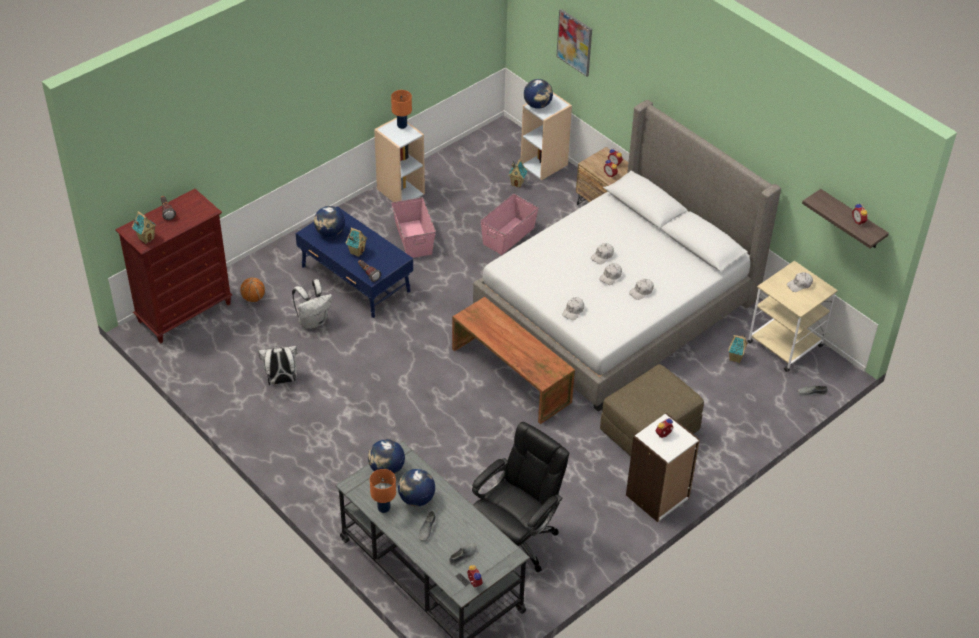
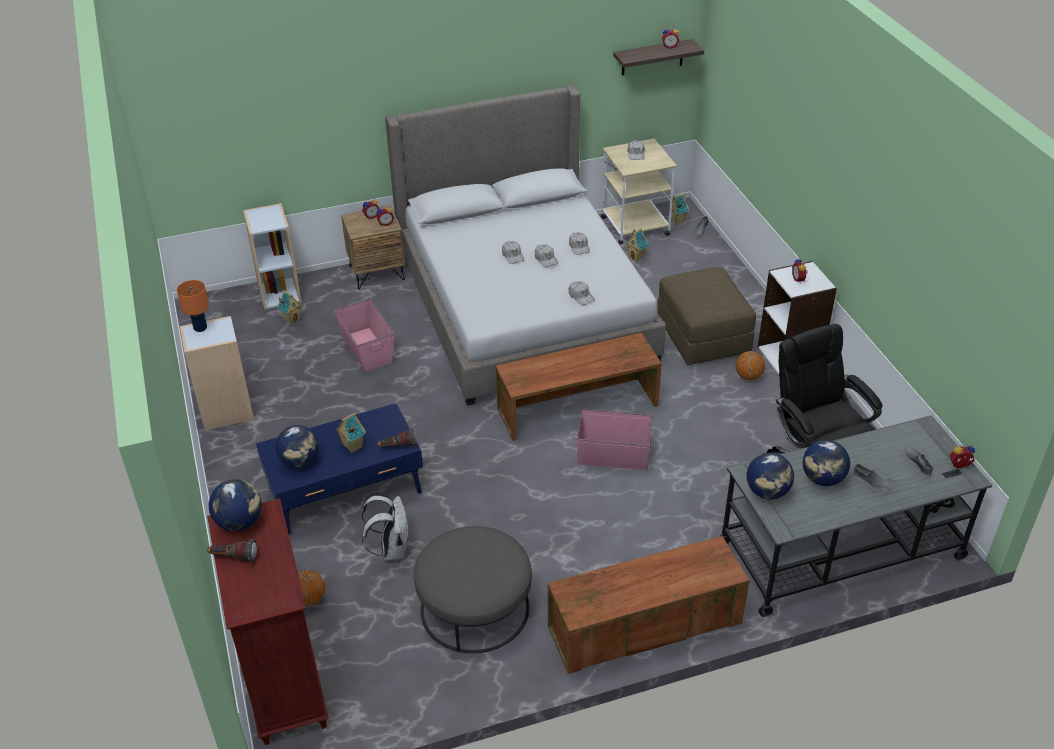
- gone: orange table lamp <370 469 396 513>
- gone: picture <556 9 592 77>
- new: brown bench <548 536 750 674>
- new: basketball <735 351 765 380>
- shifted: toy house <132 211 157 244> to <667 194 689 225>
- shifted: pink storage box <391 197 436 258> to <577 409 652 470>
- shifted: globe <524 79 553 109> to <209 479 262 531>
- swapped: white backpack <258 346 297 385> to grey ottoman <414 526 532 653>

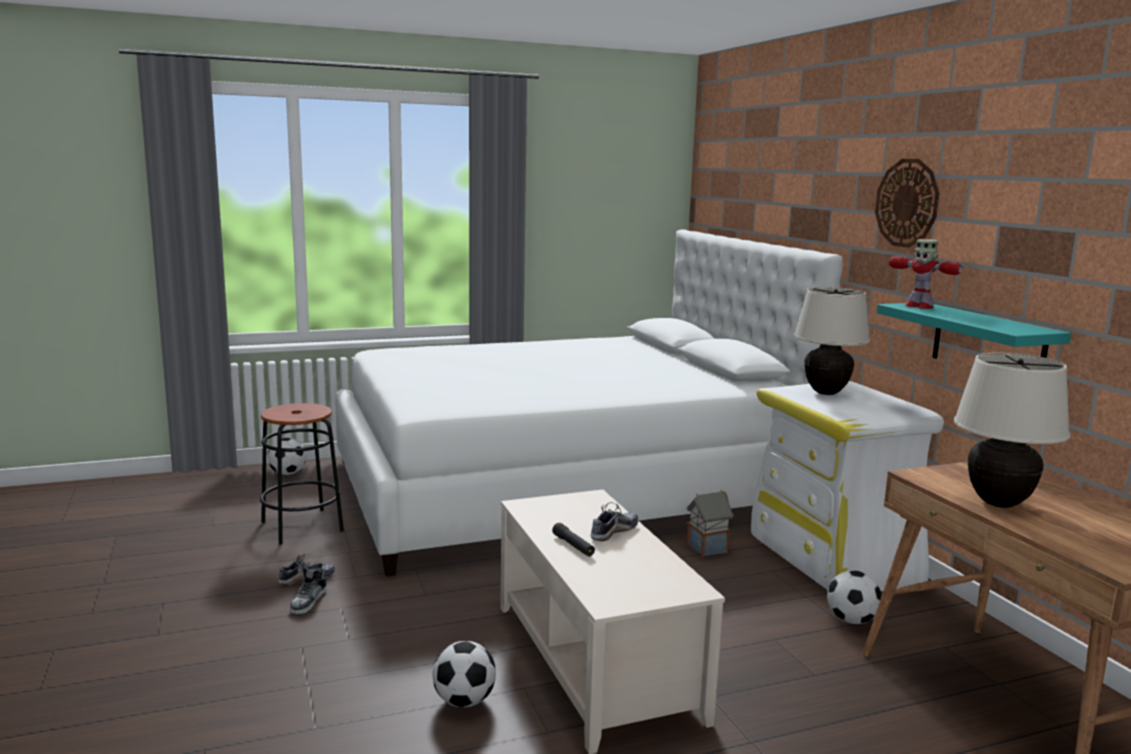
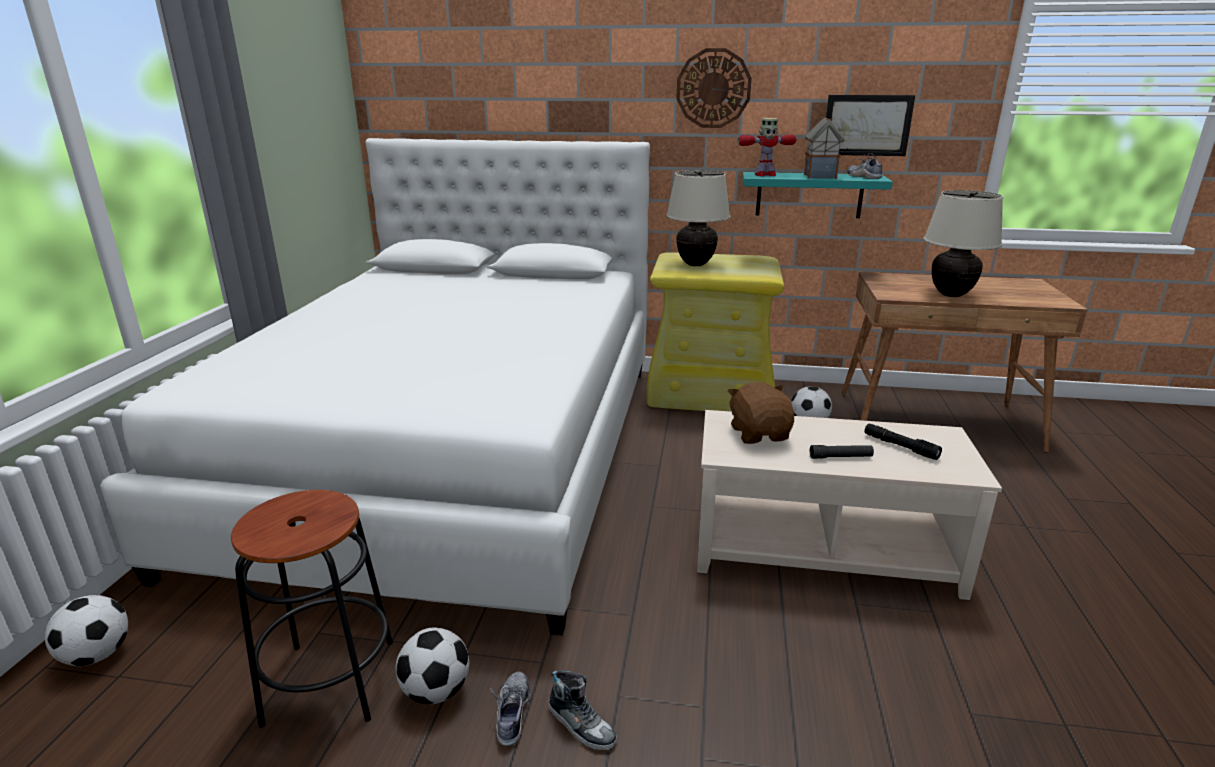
- new: brown plush toy <728 382 794 444>
- new: picture <826 95 915 156>
- new: black flashlight <865 424 942 460>
- shifted: football <433 641 496 707> to <396 628 469 704>
- shifted: shoe <590 502 638 541> to <847 153 882 179>
- shifted: toy house <686 490 734 557> to <804 117 845 179>
- repainted: white nightstand <751 381 944 591> to yellow nightstand <647 252 784 412>

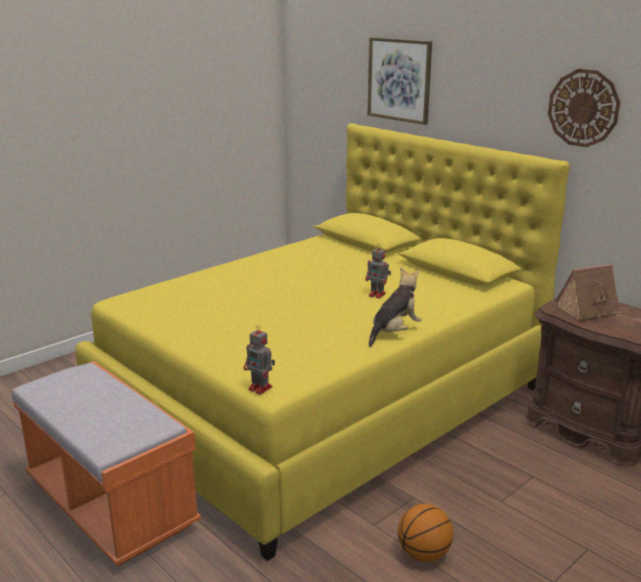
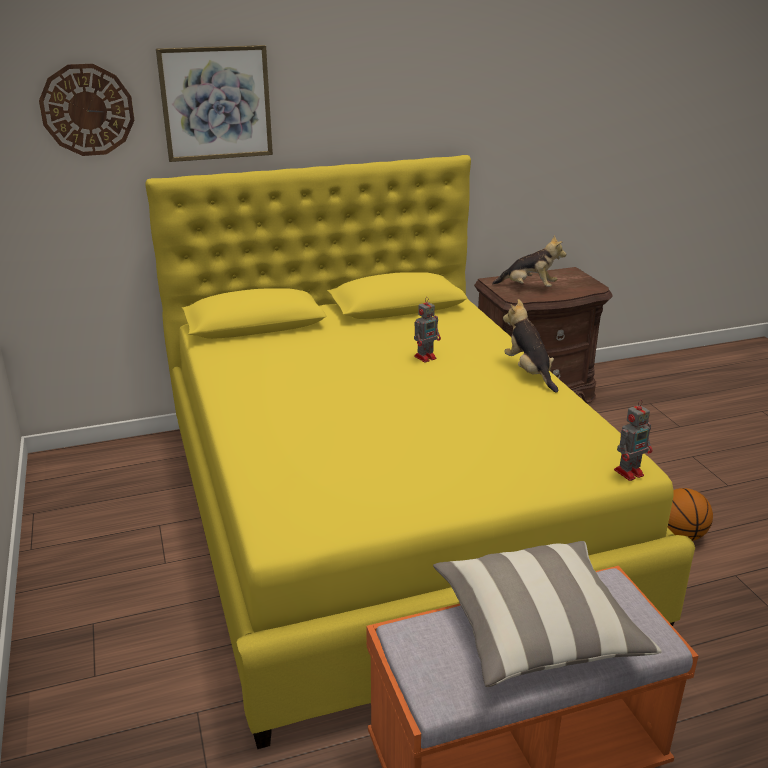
- new: pillow <433 541 662 687>
- shifted: wall clock <548 69 620 147> to <39 64 135 156>
- swapped: toy house <555 264 624 321> to plush toy <492 235 566 287>

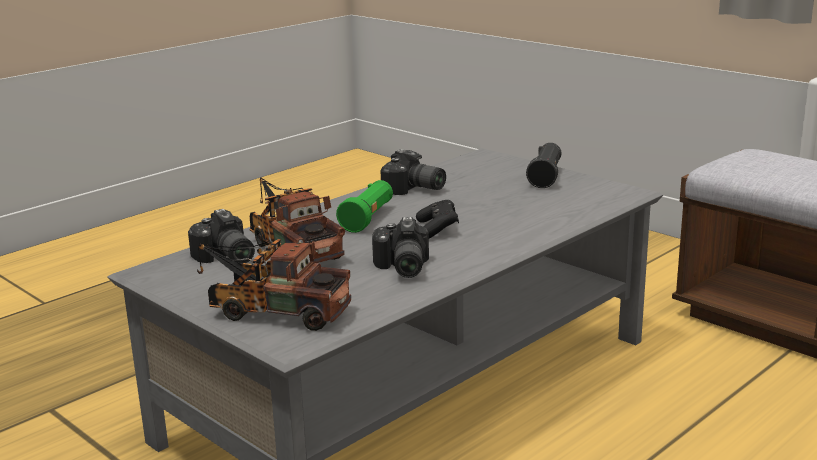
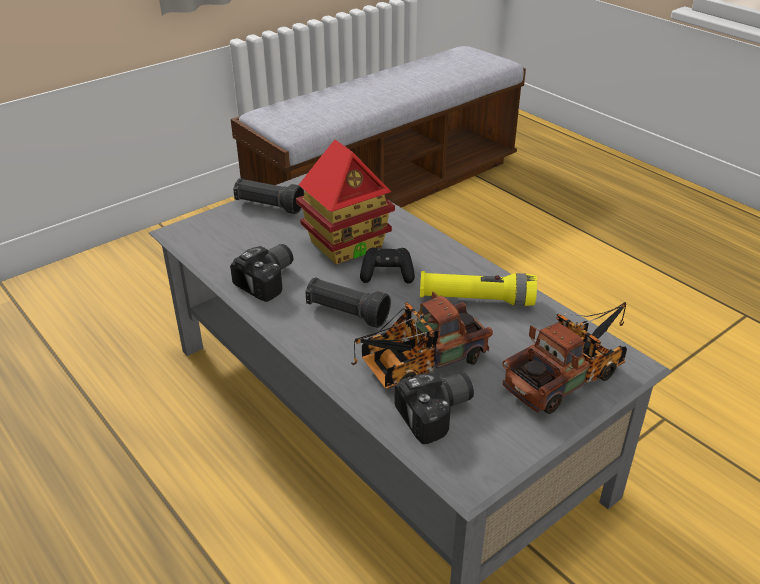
- new: toy house <296 140 395 265>
- swapped: photo camera <372 217 429 278> to yellow flashlight <420 271 537 306>
- repainted: green flashlight <336 180 393 233> to black flashlight <305 278 391 328>
- rotated: toy truck <197 239 351 331> = <502 302 627 414> 150 degrees counterclockwise

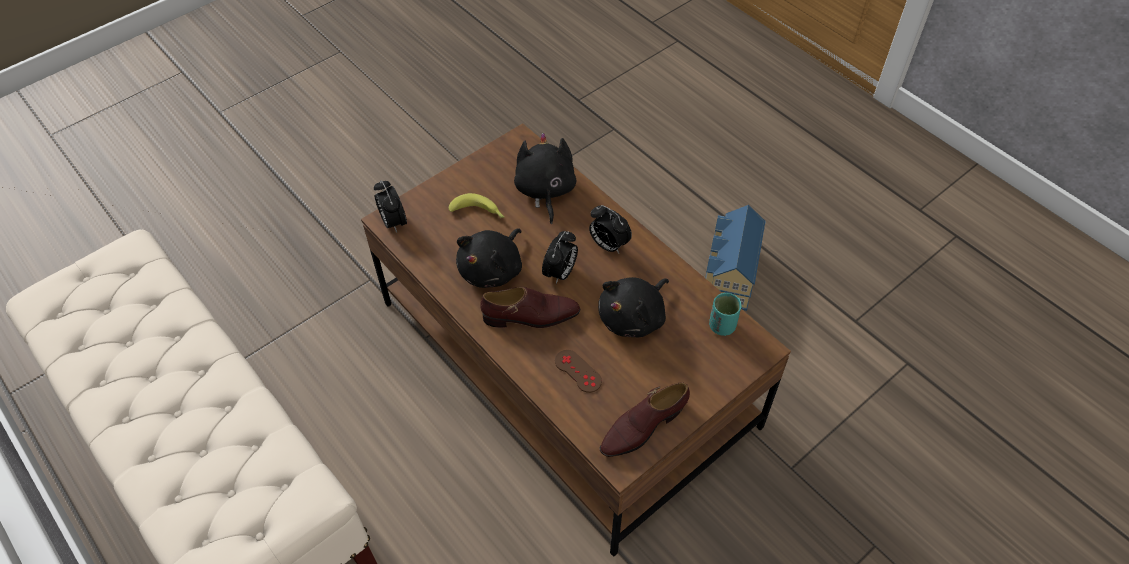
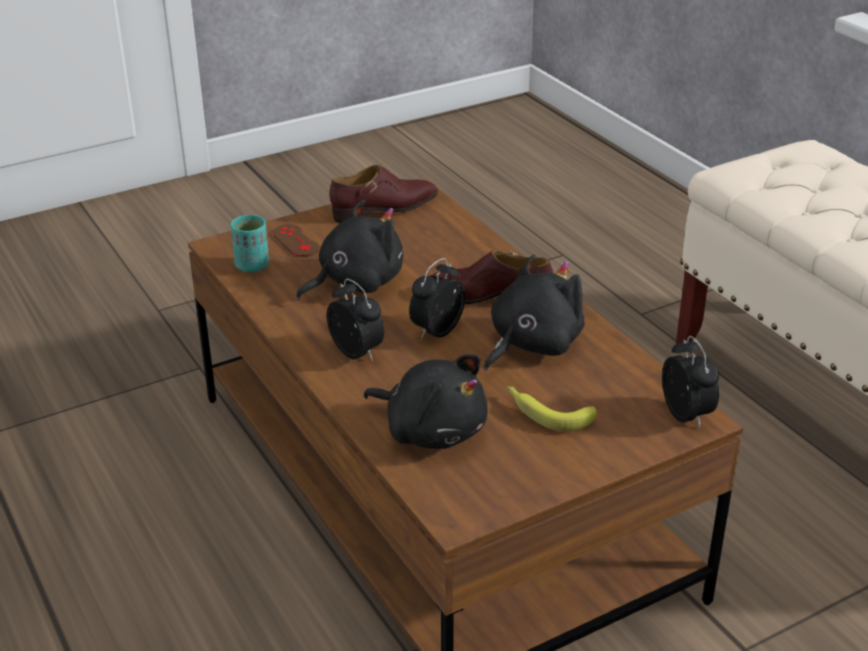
- gone: toy house <705 205 766 311>
- shifted: brown game controller <555 350 602 393> to <273 224 320 257>
- rotated: black plush toy <514 133 577 224> = <363 354 488 449> 60 degrees counterclockwise

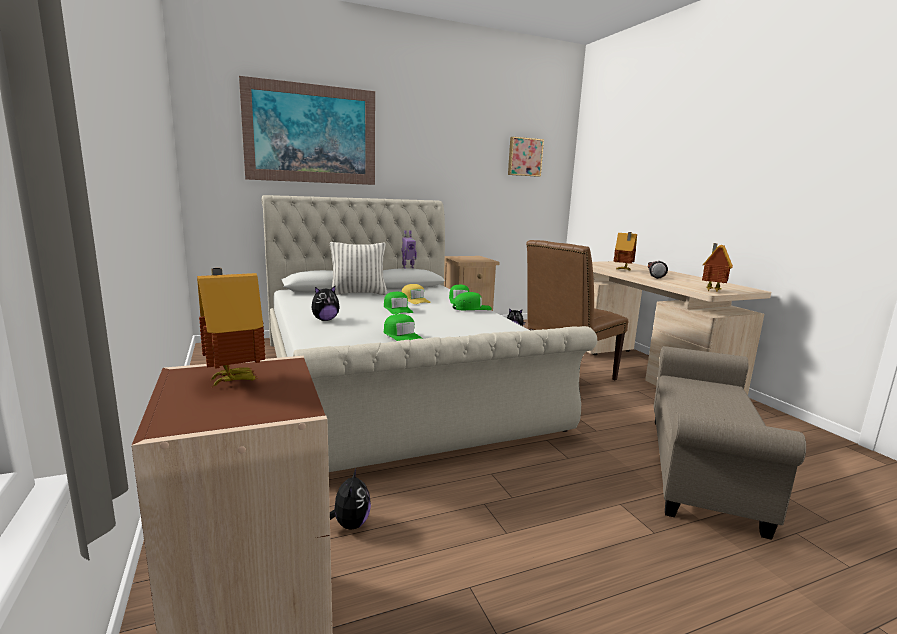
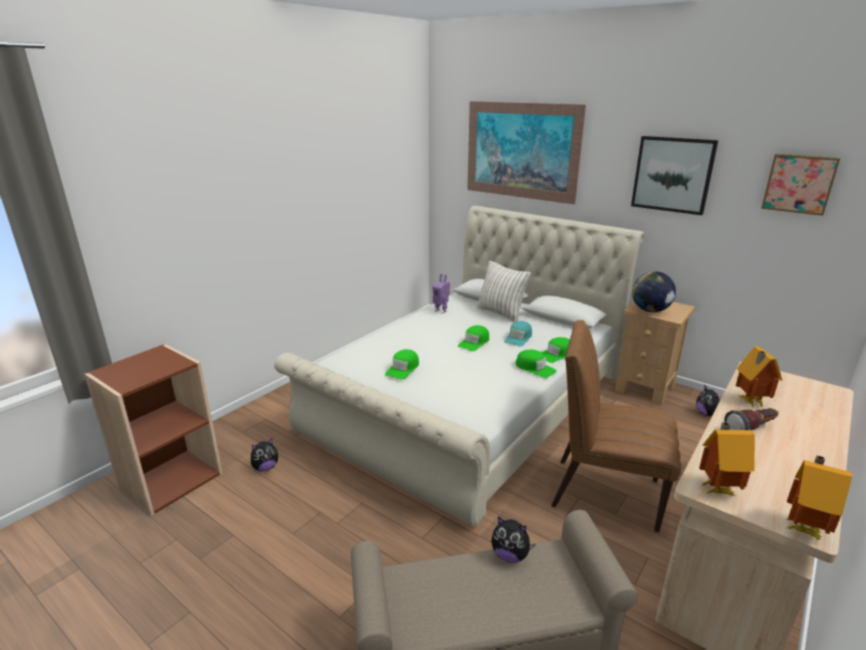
- new: picture <631 136 718 215>
- new: globe <632 271 676 312>
- shifted: toy house <197 268 265 387> to <786 455 852 540>
- shifted: plush toy <311 286 340 321> to <491 516 536 563>
- shifted: toy robot <401 230 417 269> to <432 274 450 314>
- repainted: yellow cap <402 284 431 304> to turquoise cap <504 321 532 347>

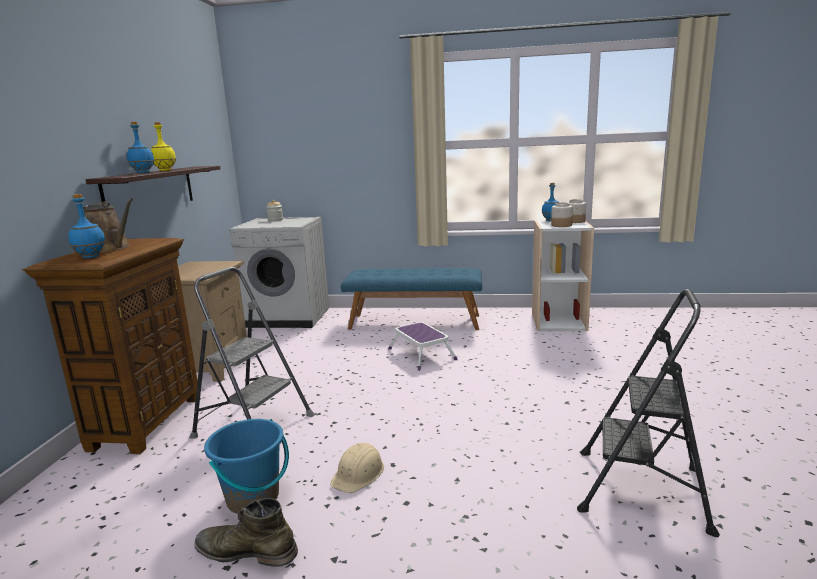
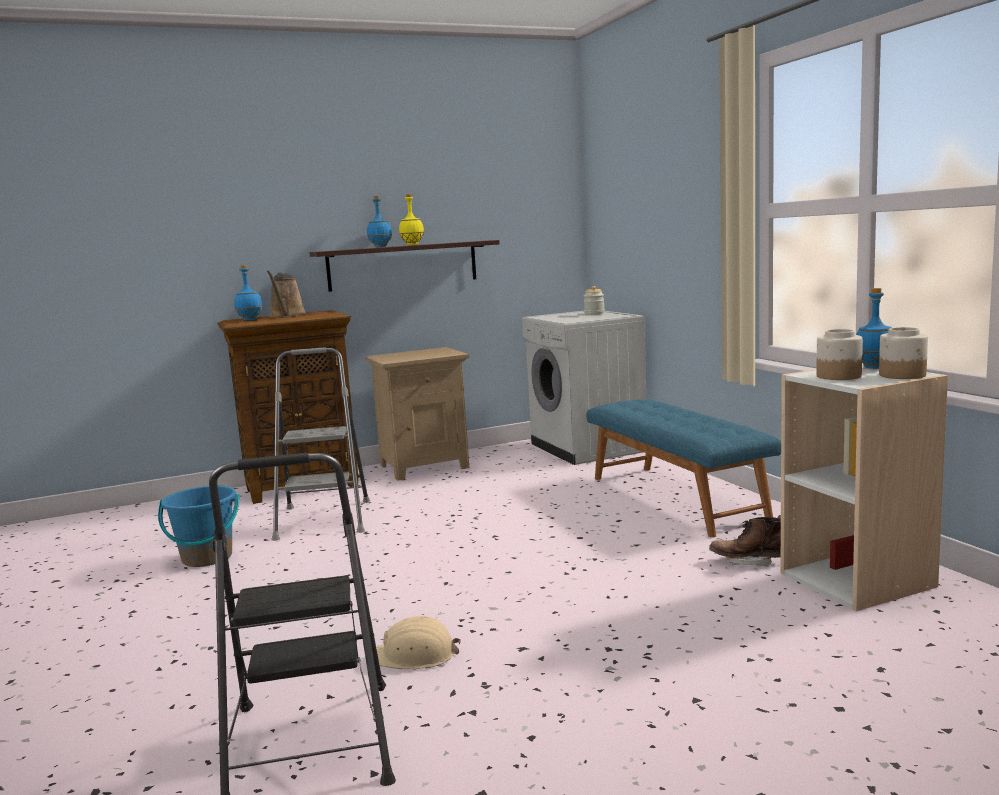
- gone: green boot <194 498 298 567>
- gone: purple step ladder <388 322 458 371>
- new: brown boot <709 515 781 567>
- shifted: beige hard hat <330 443 384 493> to <376 616 461 669>

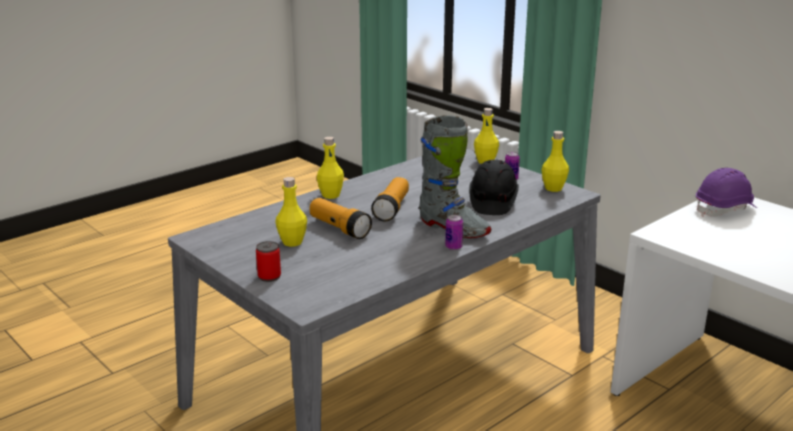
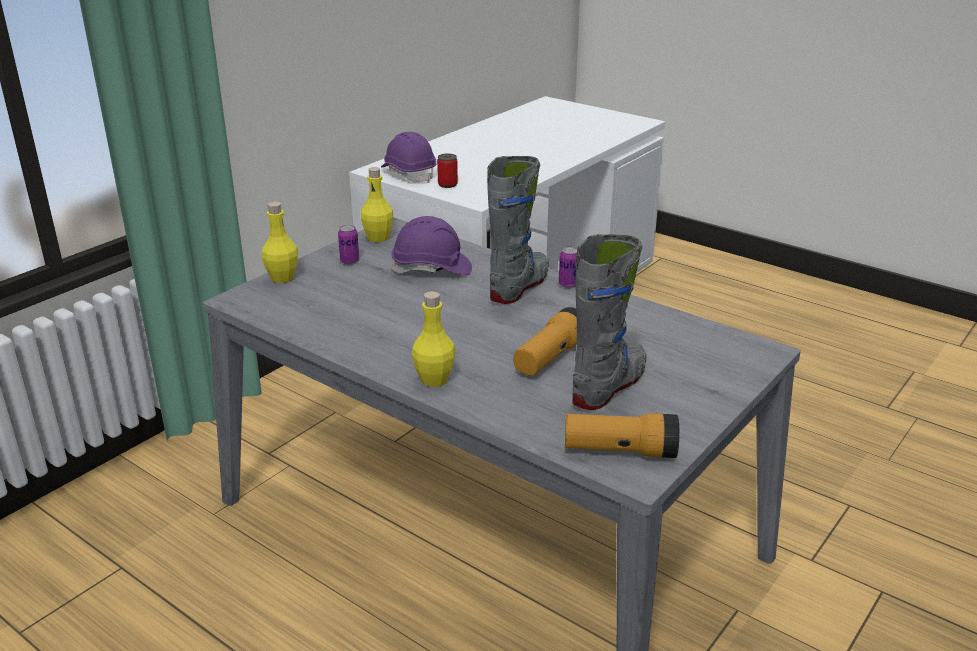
- shifted: can <256 241 281 282> to <437 154 458 188>
- shifted: flashlight <371 177 409 221> to <565 413 679 458>
- swapped: yellow bottle <275 177 307 247> to grey boot <572 234 646 410>
- repainted: black hard hat <469 160 519 215> to purple hard hat <391 216 472 275>

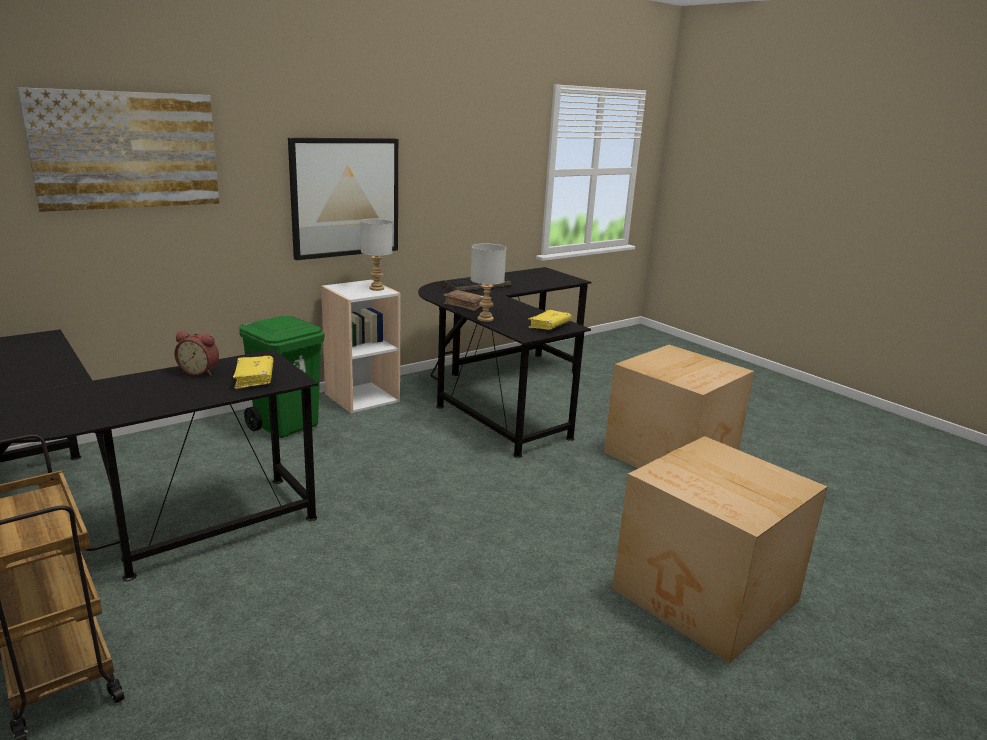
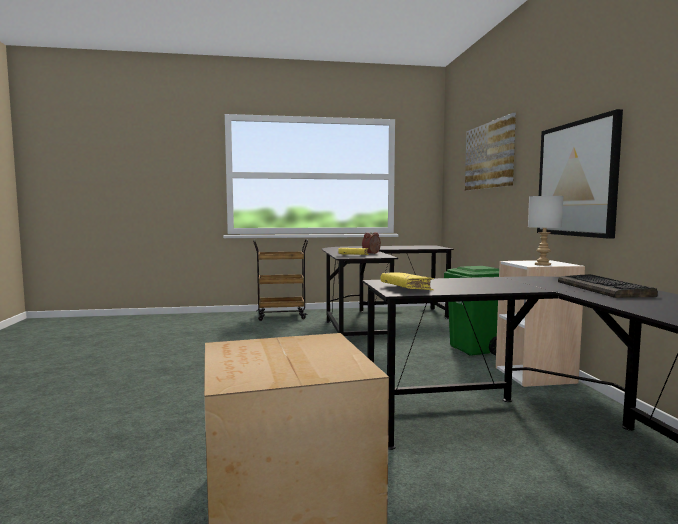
- gone: brown book <443 290 483 311>
- gone: grey table lamp <471 243 506 322>
- gone: cardboard box <612 436 827 664>

